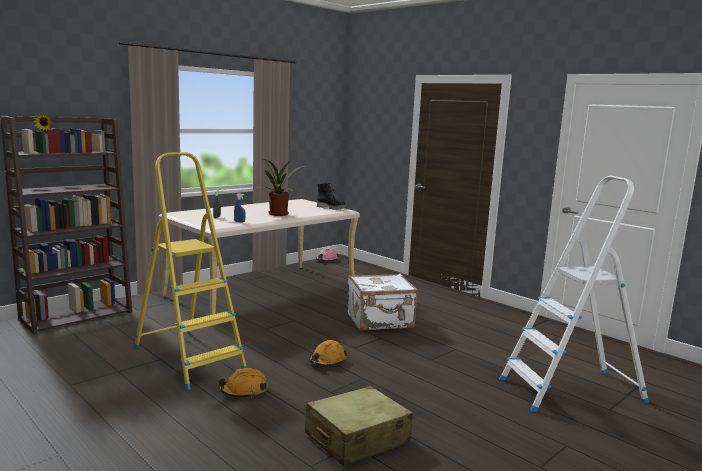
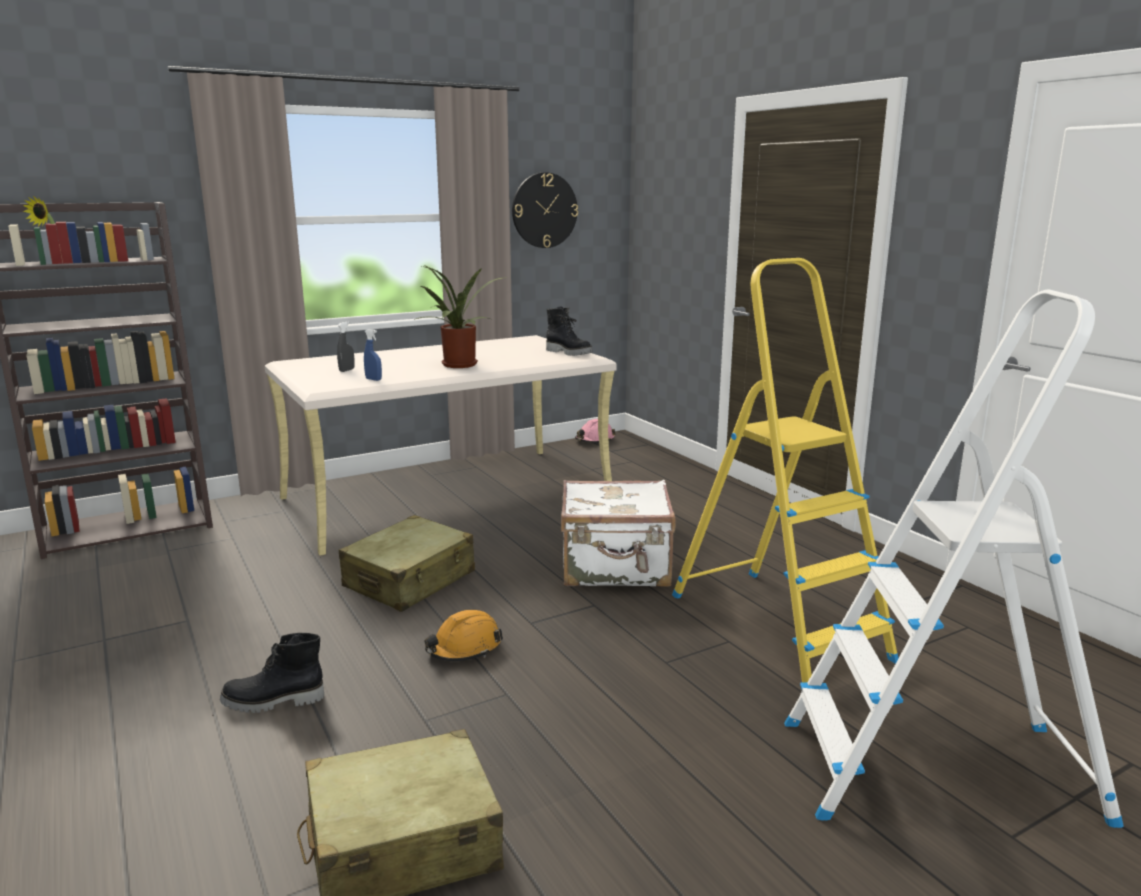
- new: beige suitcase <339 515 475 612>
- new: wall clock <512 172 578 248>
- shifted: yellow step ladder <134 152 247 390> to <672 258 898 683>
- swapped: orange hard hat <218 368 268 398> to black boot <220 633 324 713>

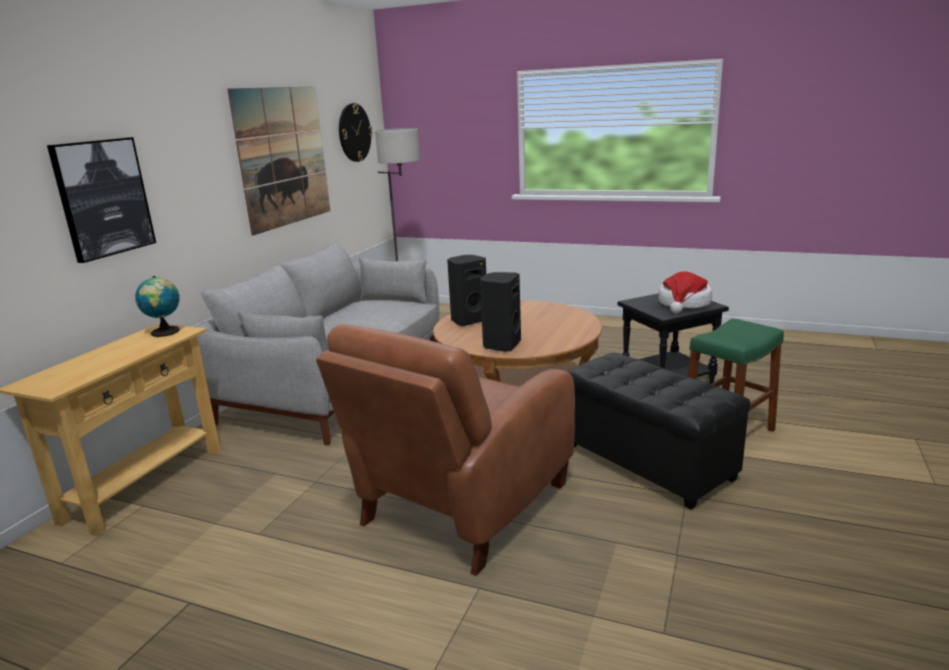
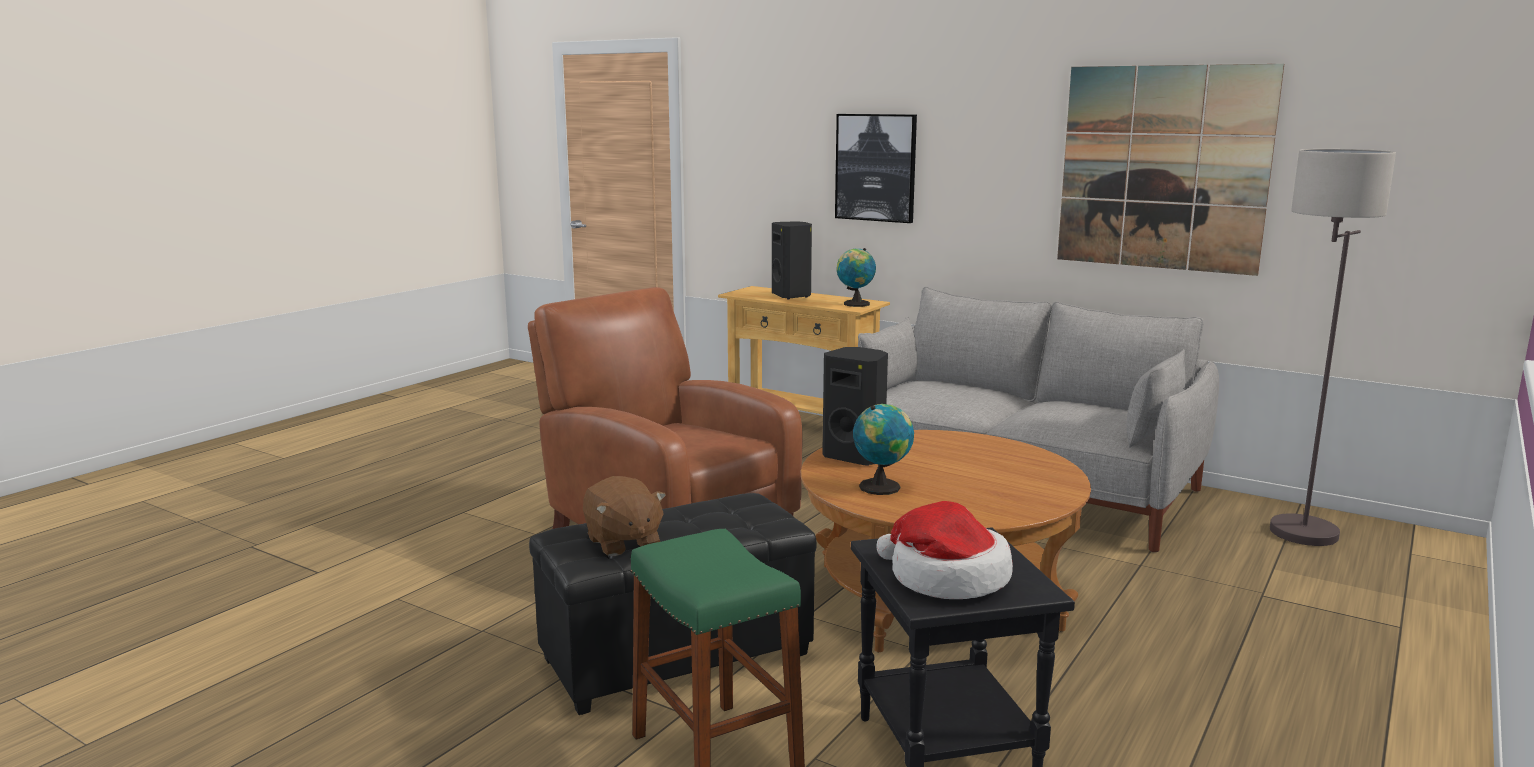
- gone: wall clock <339 103 373 162>
- new: brown plush toy <583 476 666 556>
- new: globe <853 404 914 495>
- shifted: black speaker <447 255 486 326> to <772 221 812 299>

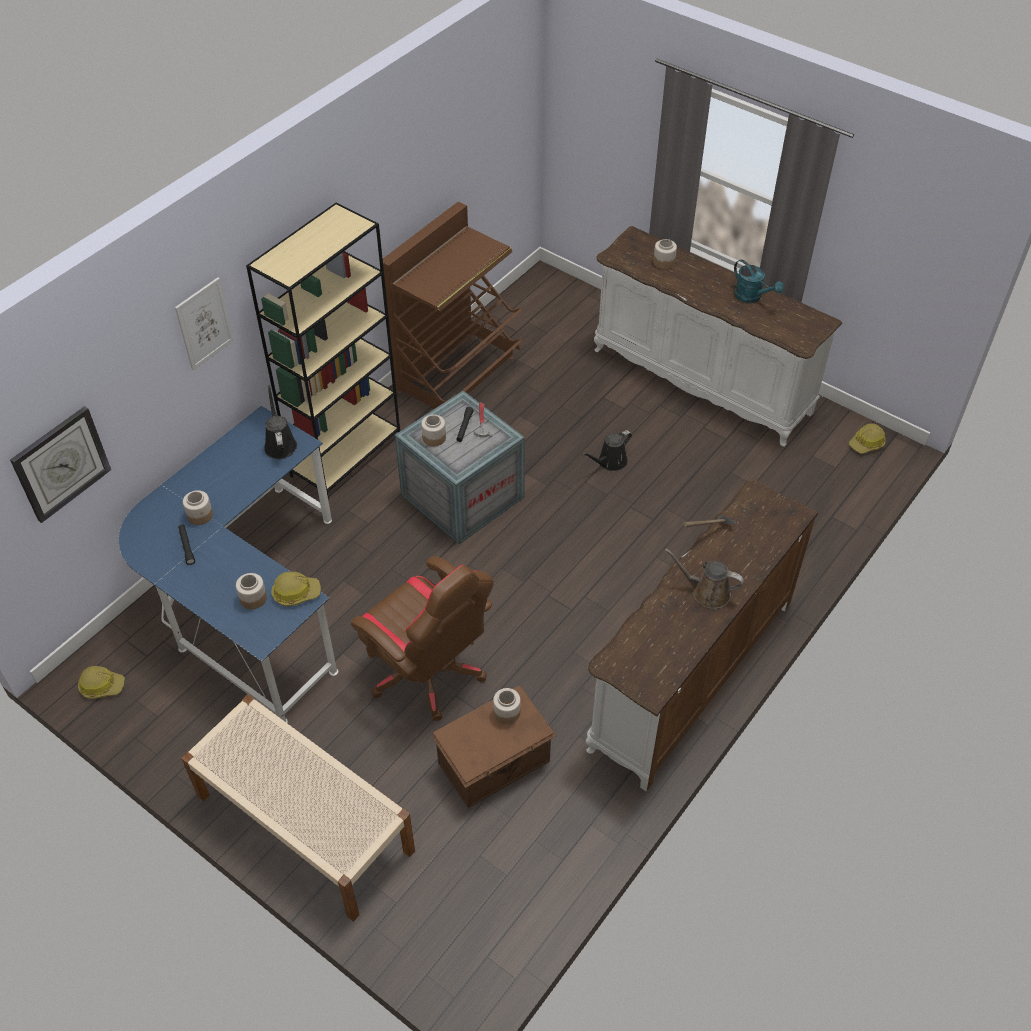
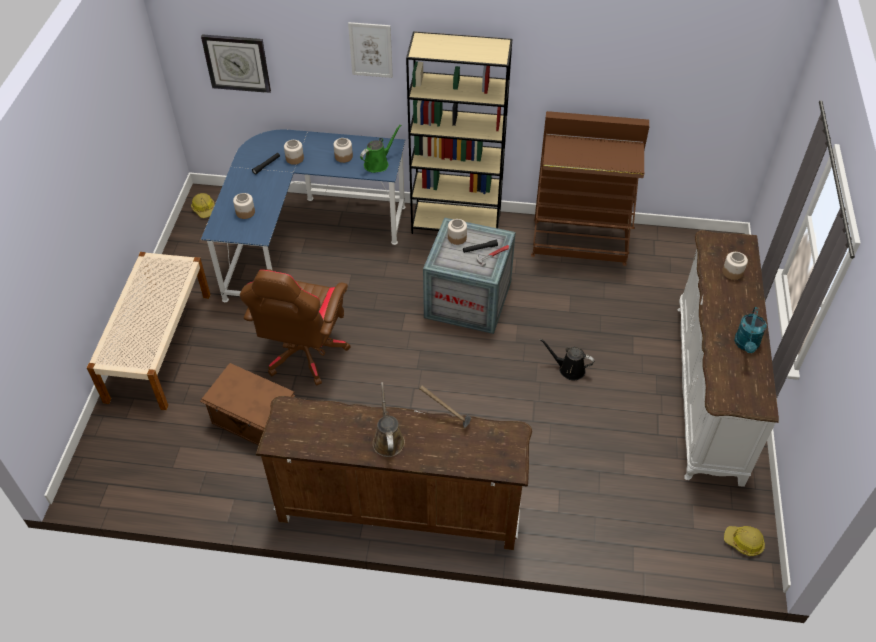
- gone: hard hat <271 572 321 606>
- shifted: jar <493 688 521 724> to <333 138 353 163>
- repainted: black watering can <264 385 297 459> to green watering can <360 124 401 173>

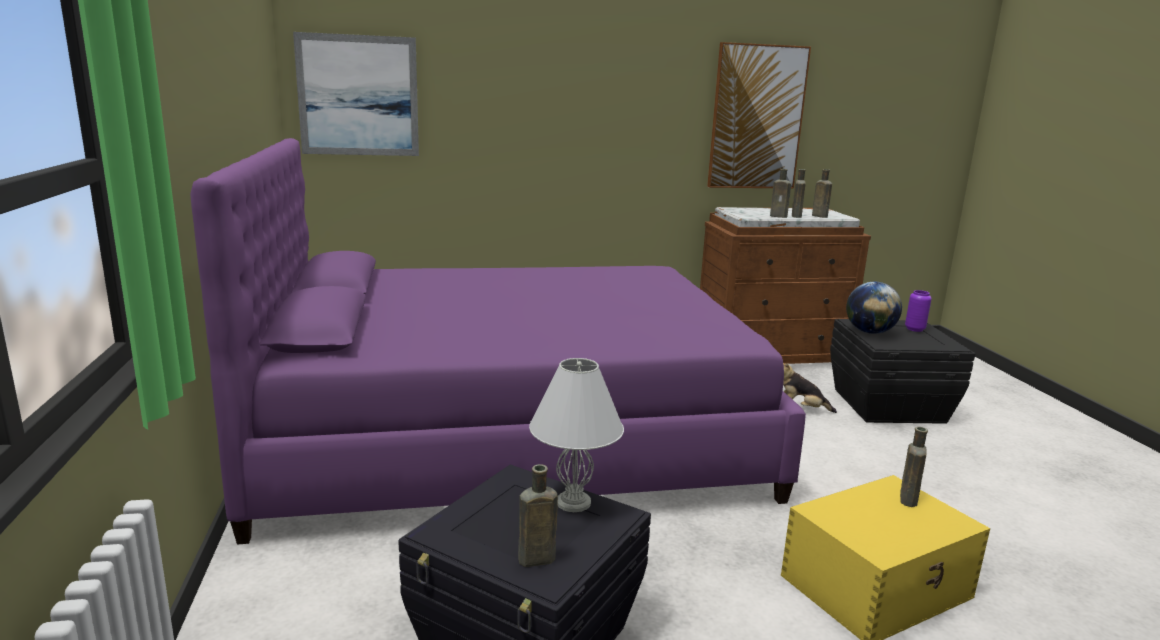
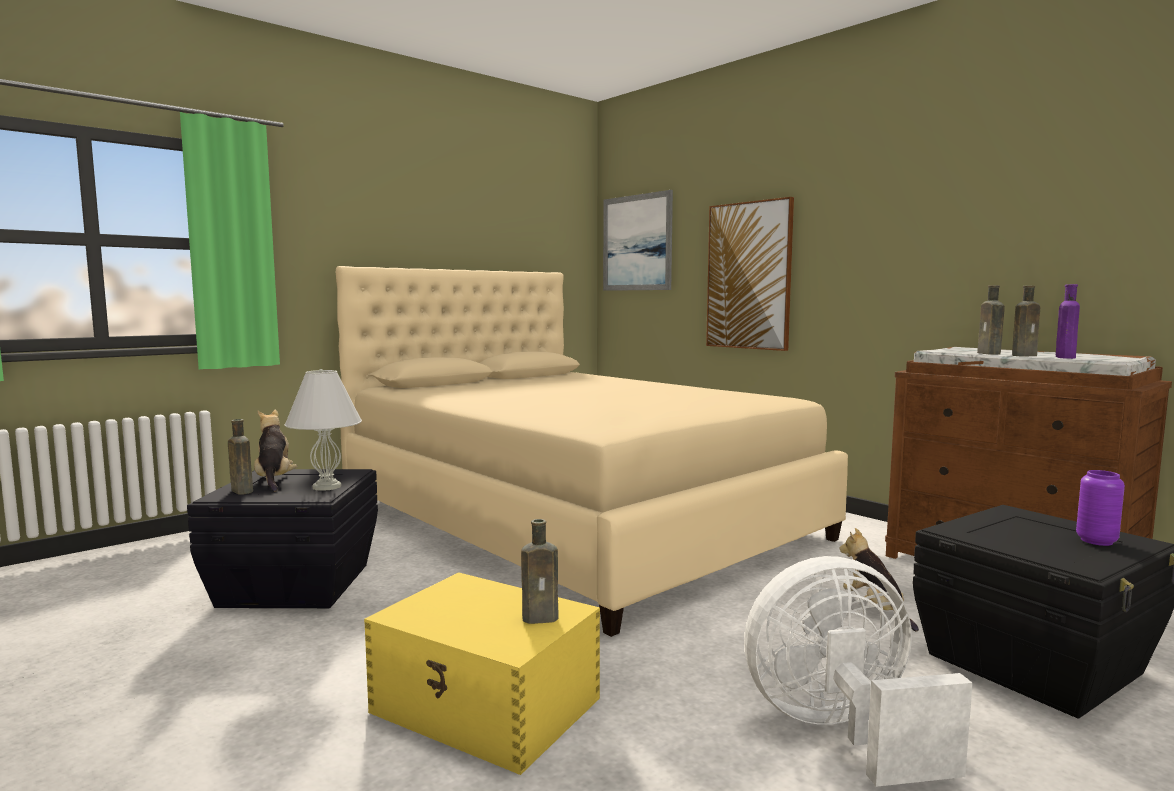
- gone: globe <846 282 902 334>
- new: plush toy <254 410 298 492>
- new: white fan <744 556 973 787>
- shifted: picture <707 42 811 189> to <706 197 794 351>
- repainted: purple bed <190 138 806 545> to beige bed <336 266 848 637>
- repainted: brown bottle <812 169 832 218> to purple bottle <1056 284 1080 359>

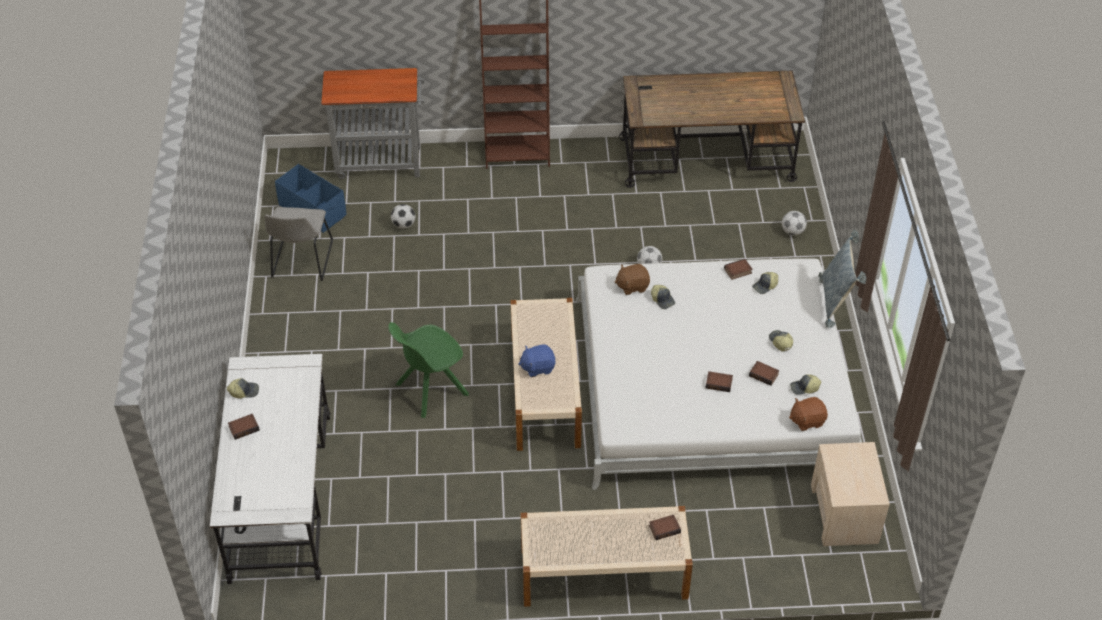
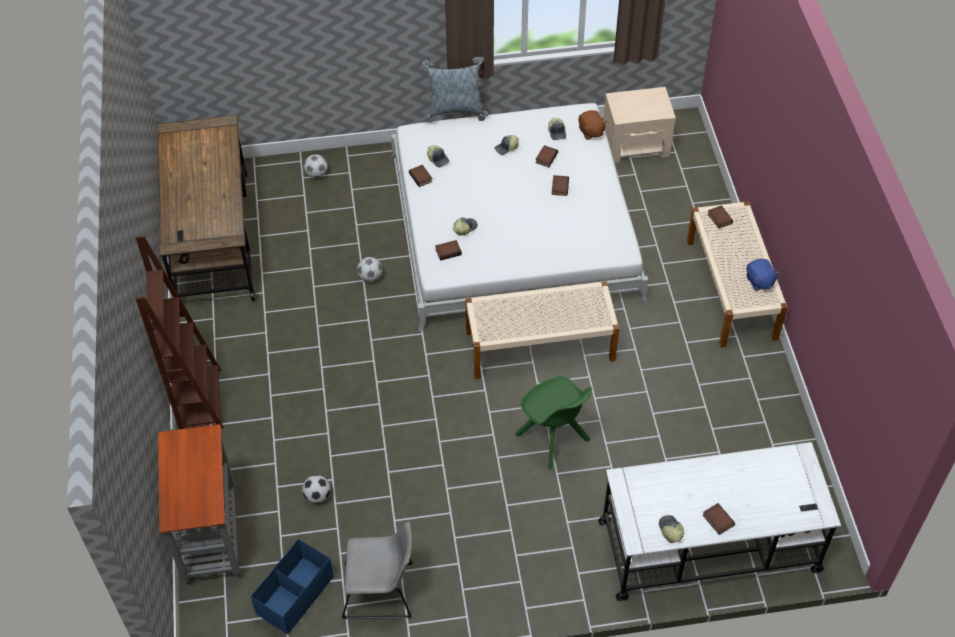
- shifted: blue plush toy <519 344 555 377> to <746 259 779 291>
- swapped: brown plush toy <615 264 650 295> to book <435 240 462 261>

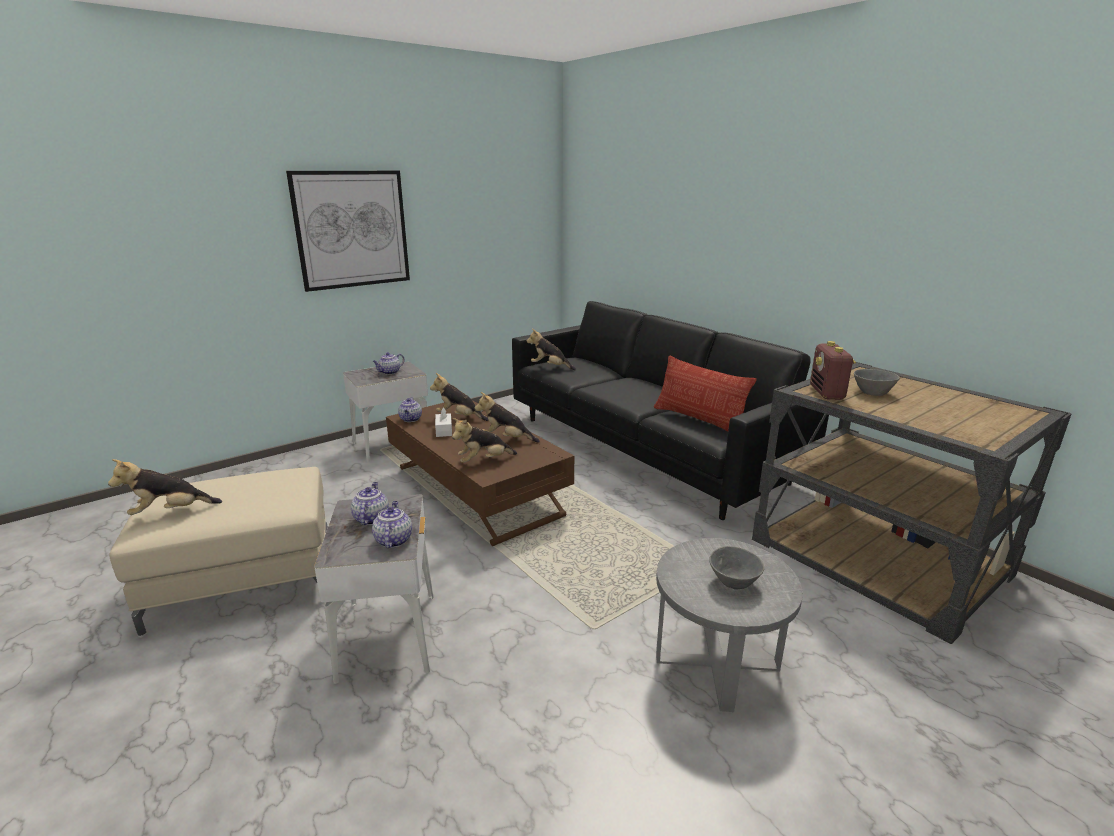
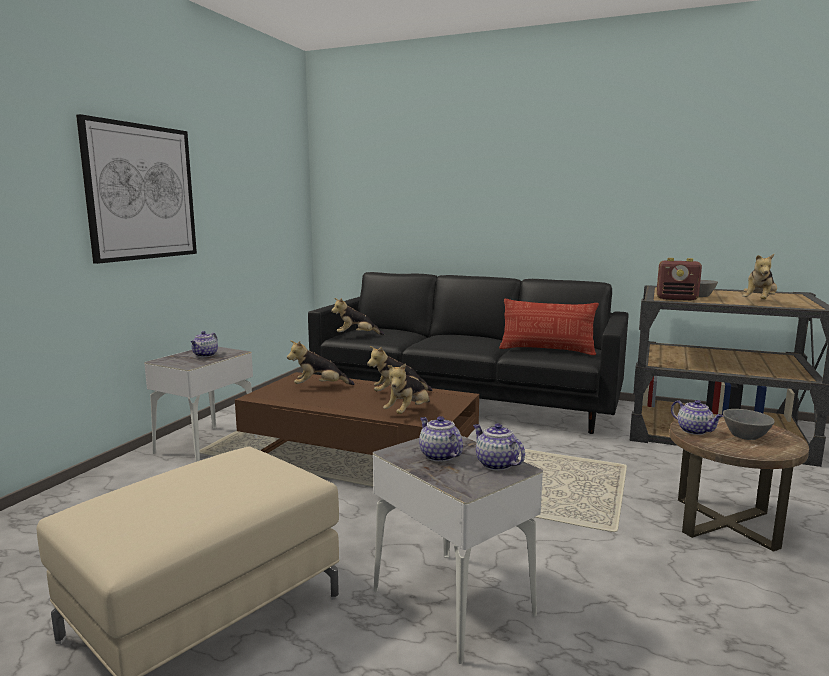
- gone: white tissue box <435 408 452 437>
- shifted: plush toy <108 459 222 515> to <742 254 777 299>
- shifted: teapot <398 397 422 422> to <671 400 723 435>
- repainted: grey side table <656 538 803 712> to brown side table <669 415 809 552>
- rotated: radio <810 341 856 400> = <656 258 702 301> 45 degrees counterclockwise

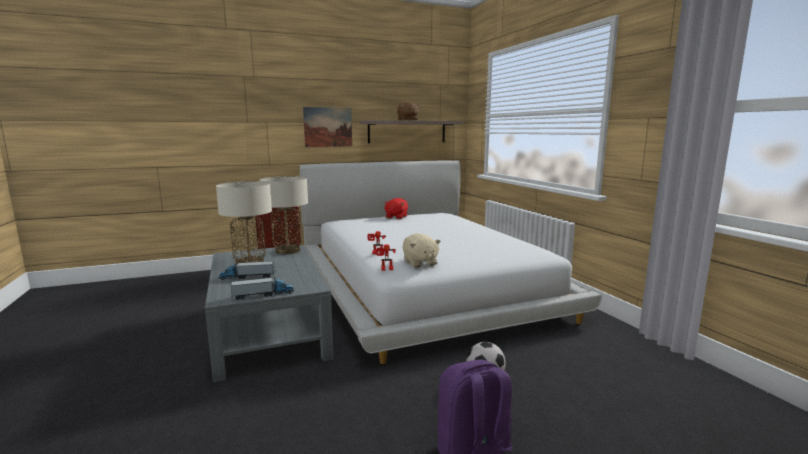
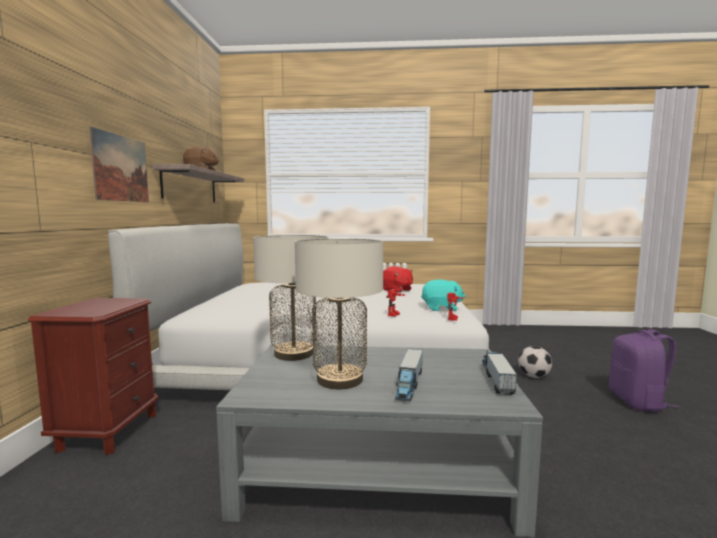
- shifted: red plush toy <384 198 408 219> to <383 266 413 293>
- repainted: beige plush toy <403 233 441 268> to turquoise plush toy <421 280 465 311>

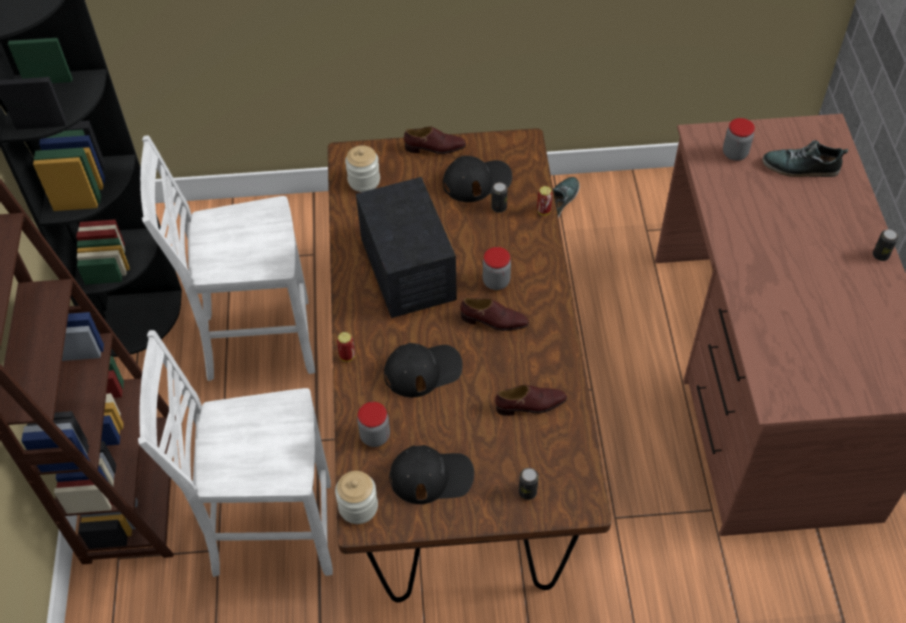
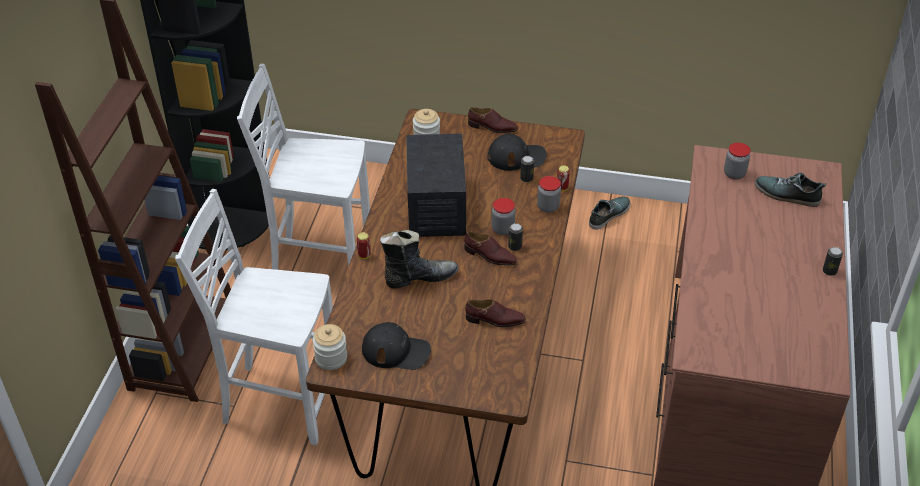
- shifted: jar <357 402 390 447> to <537 176 561 213>
- shifted: can <519 468 539 500> to <508 223 523 251>
- swapped: black cap <384 343 463 397> to black boot <380 230 458 288>

